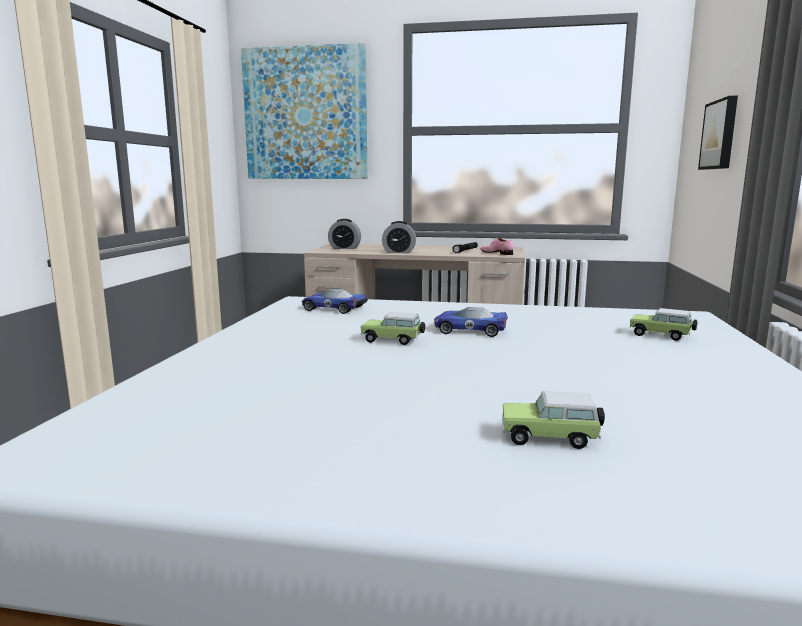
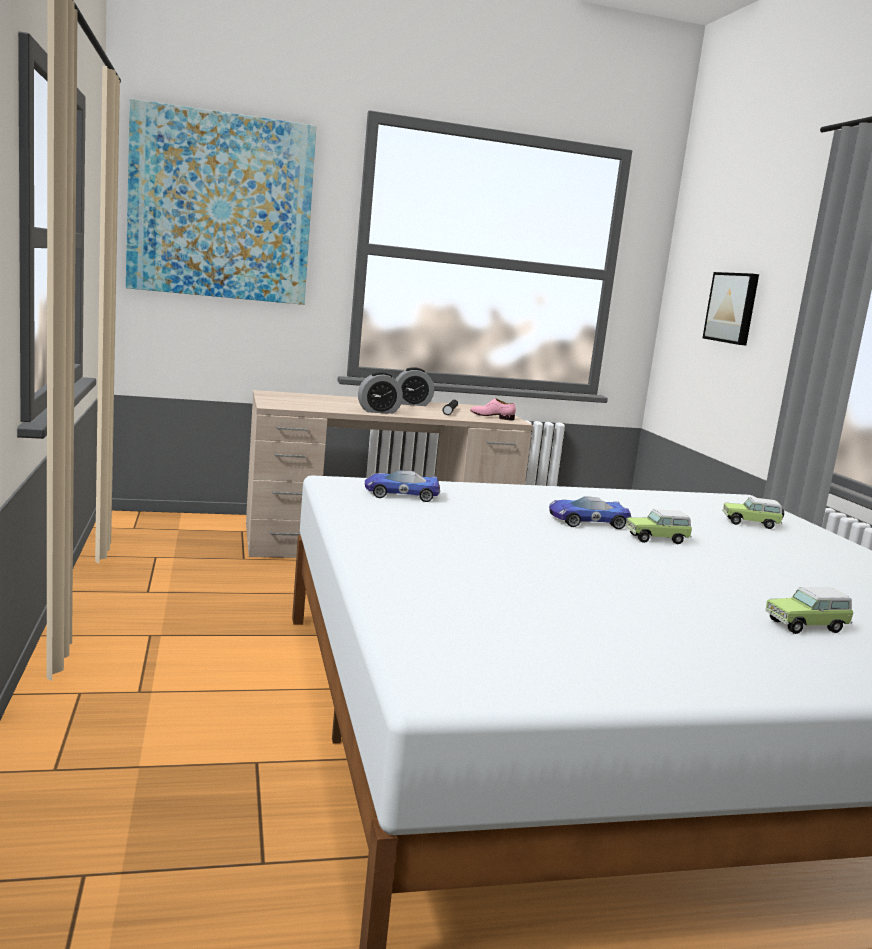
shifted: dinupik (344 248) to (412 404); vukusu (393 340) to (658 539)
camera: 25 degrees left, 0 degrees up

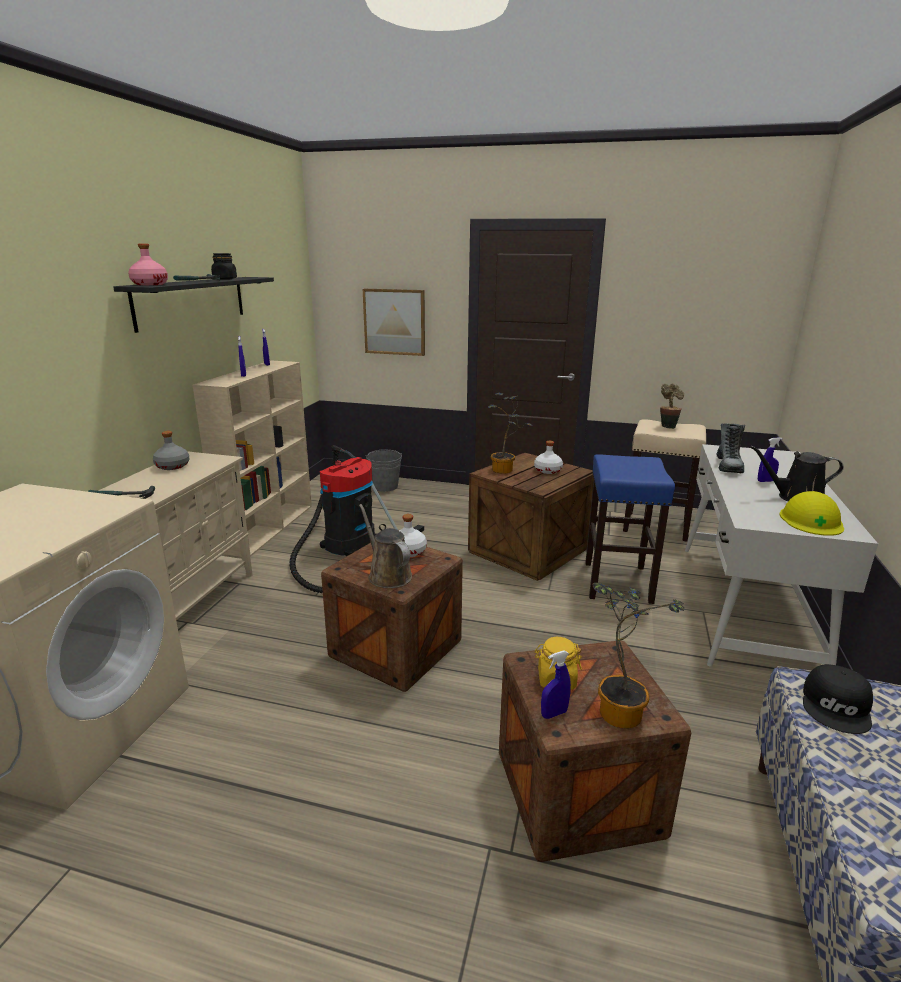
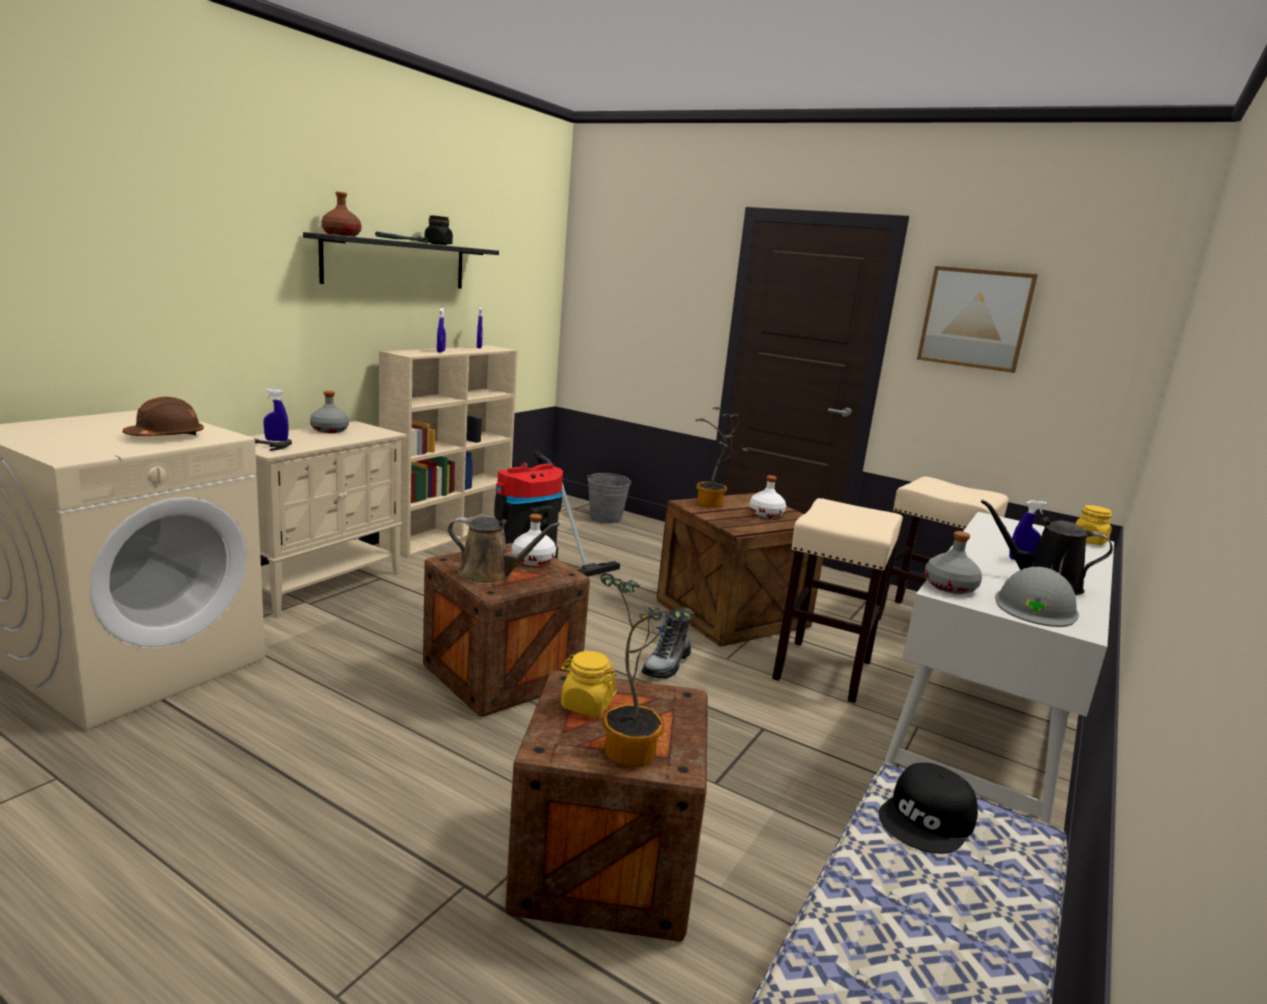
gone: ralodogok (667 426)
new: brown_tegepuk (166 436); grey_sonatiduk (950 587); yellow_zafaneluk (1089 541)
shifted: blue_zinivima (554 714) to (276 440); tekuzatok (728 466) to (666 665); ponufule (394 322) to (975 318)
repainted: pink_sonatiduk (149 284) to brown_sonatiduk (341 235); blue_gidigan (617 581) to beige_gidigan (823 669); yellow_tegepuk (811 520) to grey_tegepuk (1036 607)
rotated: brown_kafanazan (387 575) = (490 575) 120 degrees clockwise
camera: 15 degrees right, 5 degrees down

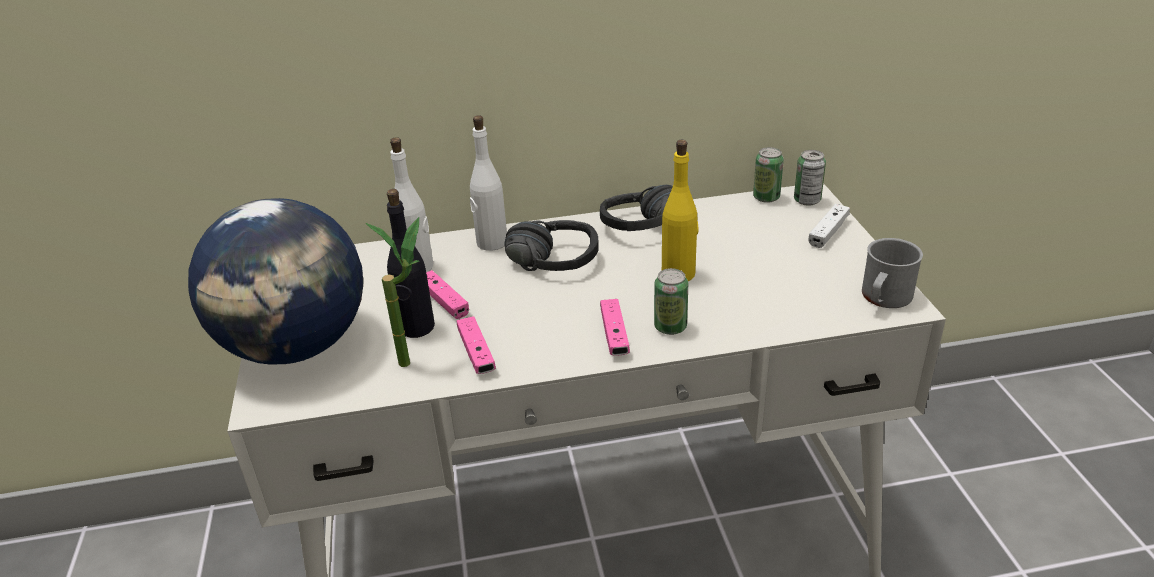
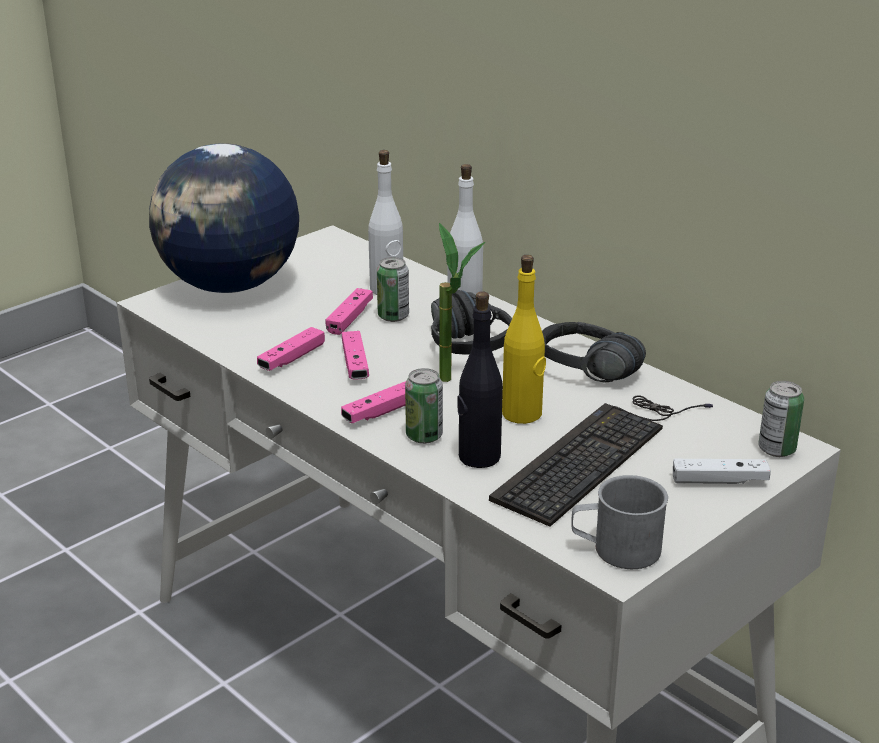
new: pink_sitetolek (355 364); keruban (597 453)
shifted: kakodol (766 197) to (393 316); ralodogok (417 360) to (455 382); black_sonatiduk (416 328) to (478 457)
camera: 55 degrees right, 5 degrees down

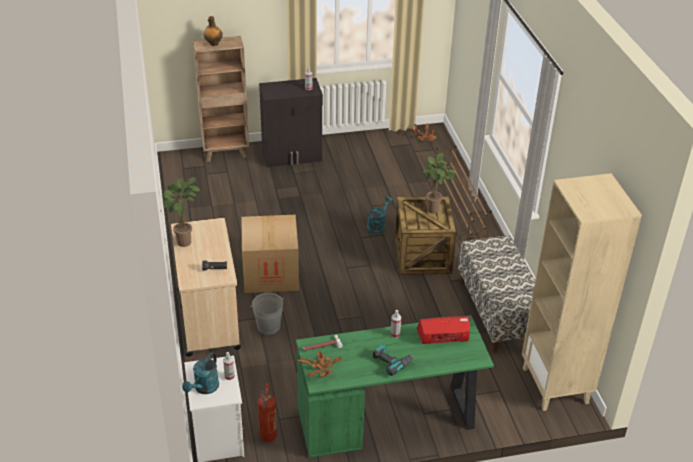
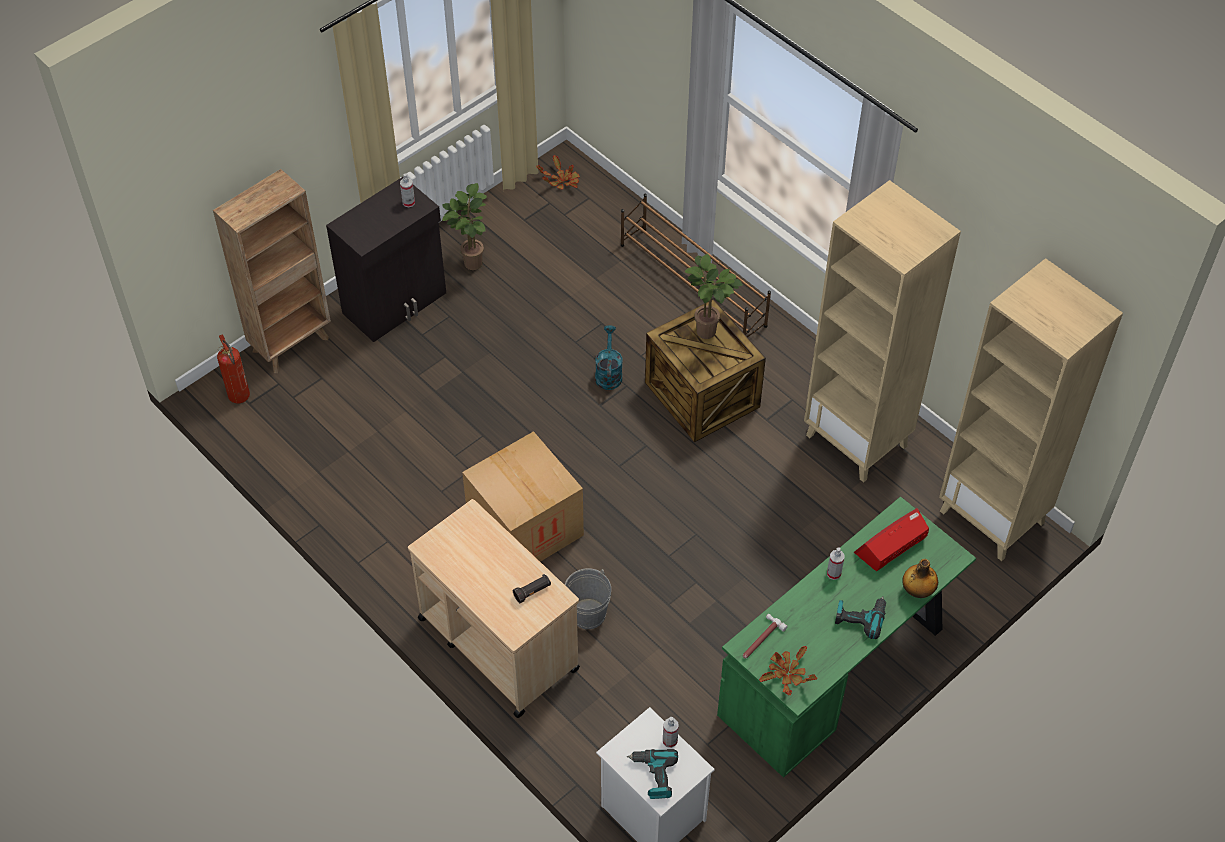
shifted: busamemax (267 439) to (241 399); ralodogok (184 240) to (471 261); sonatiduk (213 44) to (917 591)
swapped: turquoise_kafanazan (204 388) to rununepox (654 776); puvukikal (498 312) to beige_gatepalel (857 441)
camera: 30 degrees left, 15 degrees up

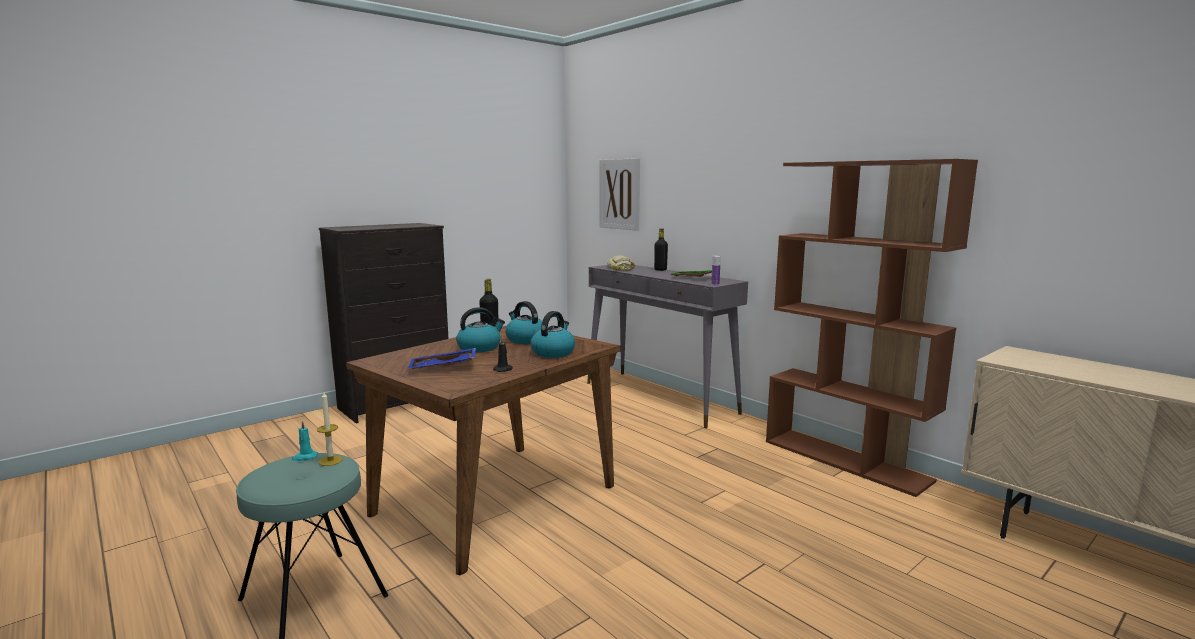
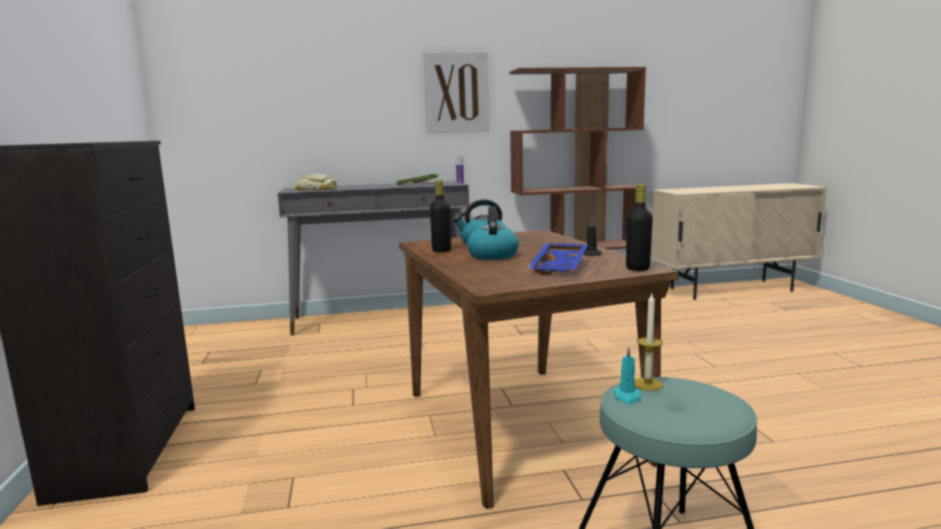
gone: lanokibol (553 352)
shifted: ponufule (619 194) to (457 93); black_sonatiduk (660 270) to (637 268)
camera: 60 degrees left, 0 degrees up

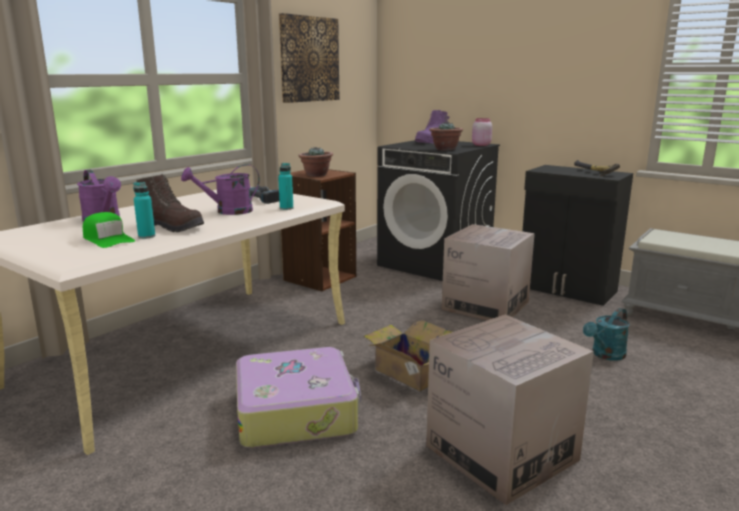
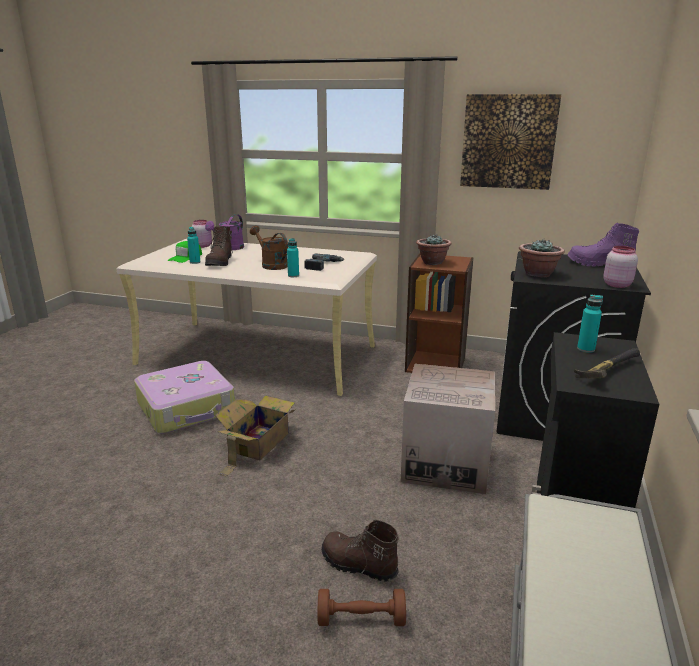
gone: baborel (501 453)
new: pink_zafaneluk (203 246); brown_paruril (361 619); turquoise_sonatiduk (586 349)
swapped: turquoise_kafanazan (605 355) to brown_tekuzatok (358 565)
repainted: purple_kafanazan (227 211) to brown_kafanazan (271 265)
camera: 70 degrees right, 5 degrees up

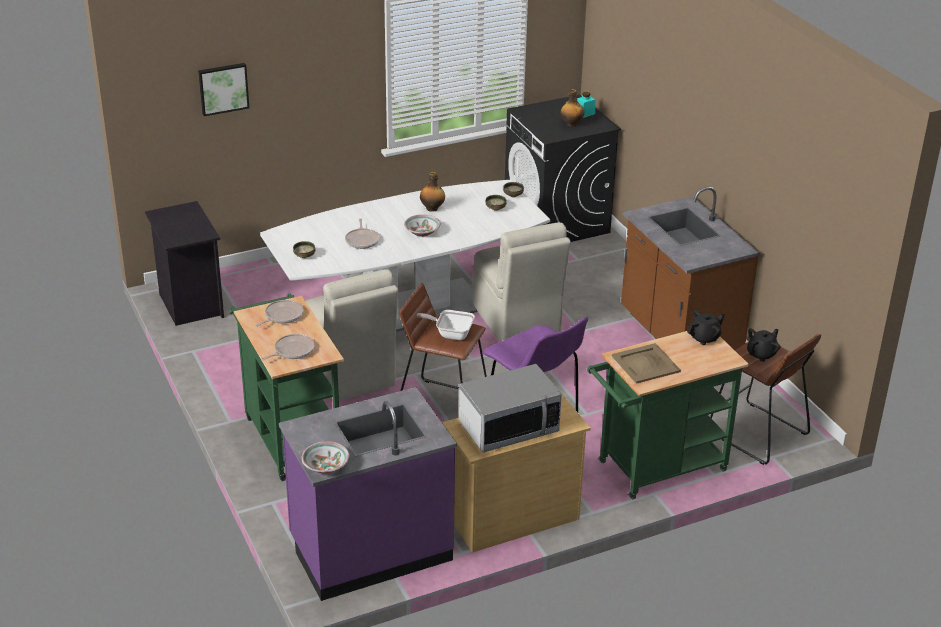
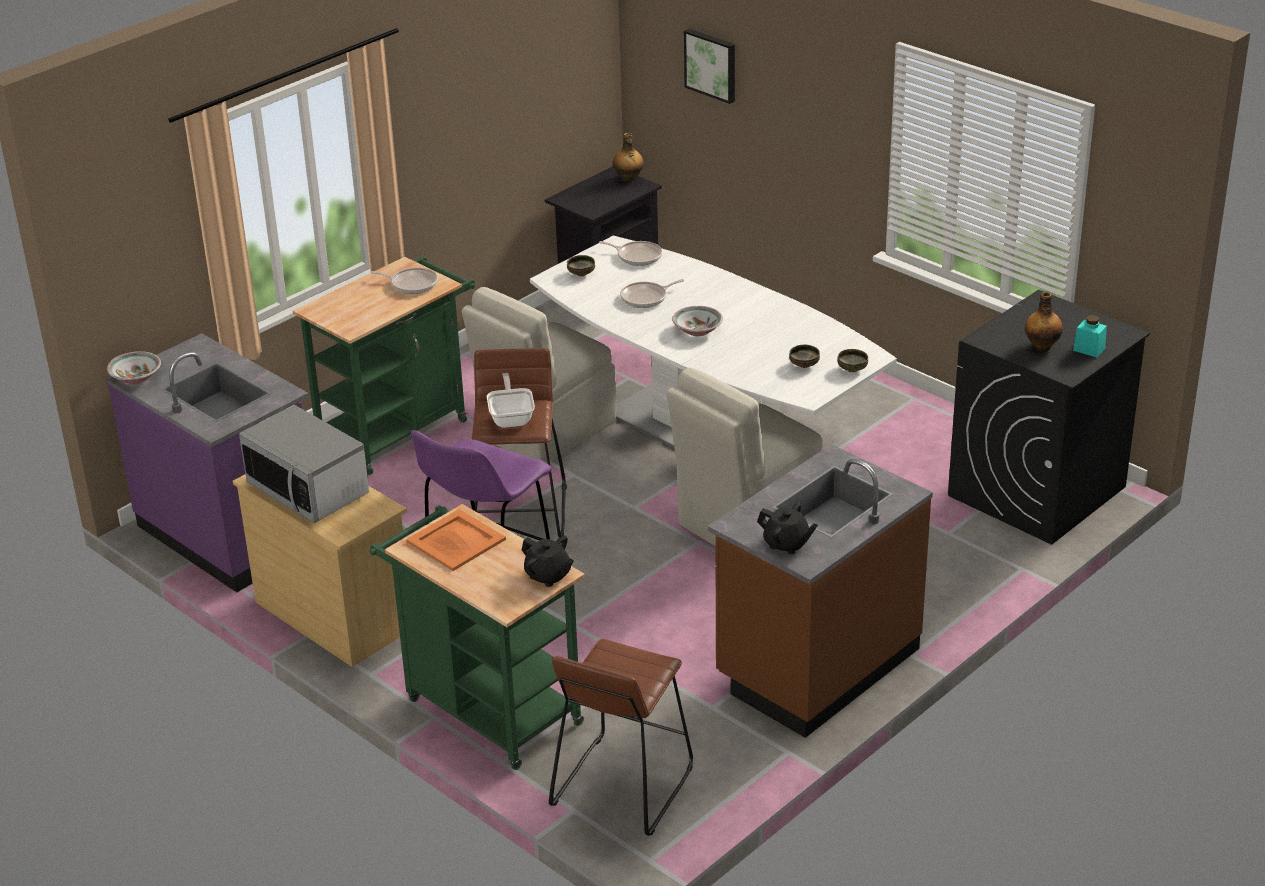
shifted: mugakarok (292 351) to (637 256); sonatiduk (432 208) to (628 179); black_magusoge (761 354) to (786 544)
repainted: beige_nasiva (646 363) to orange_nasiva (457 540)
camera: 70 degrees right, 0 degrees up

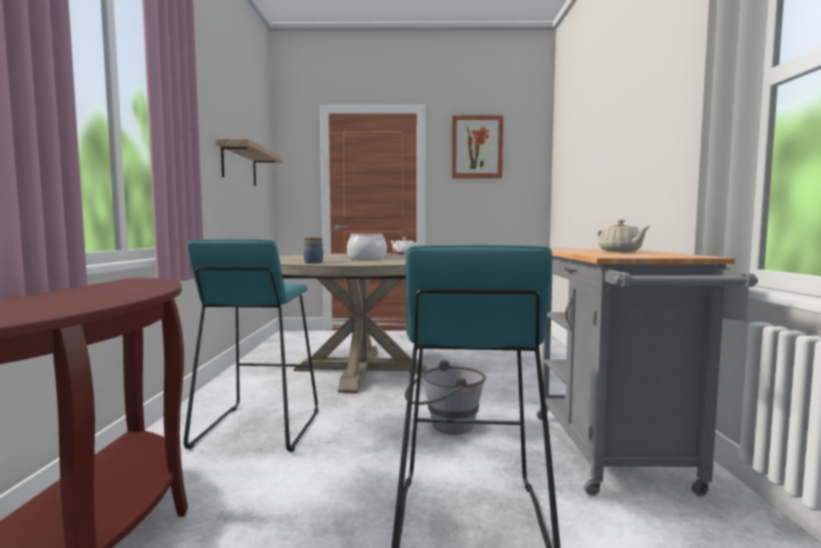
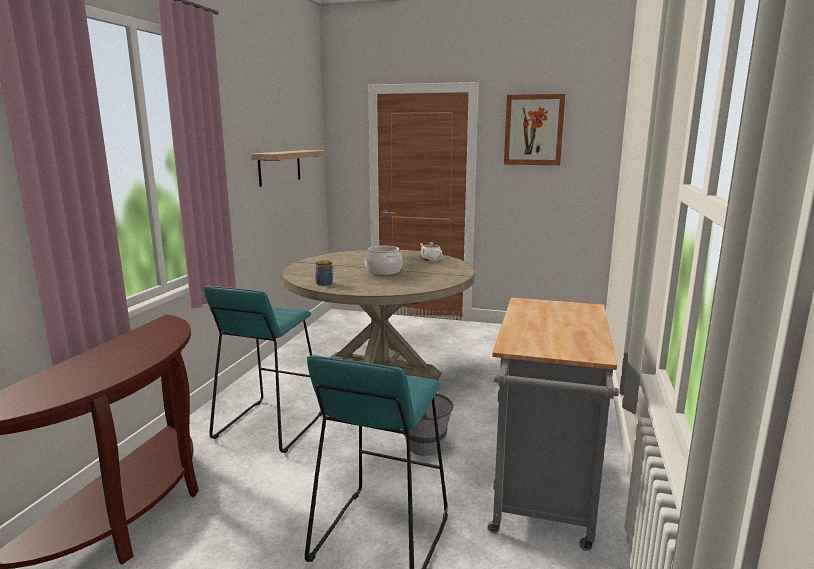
gone: beige_magusoge (620 251)
camera: 15 degrees right, 10 degrees up

